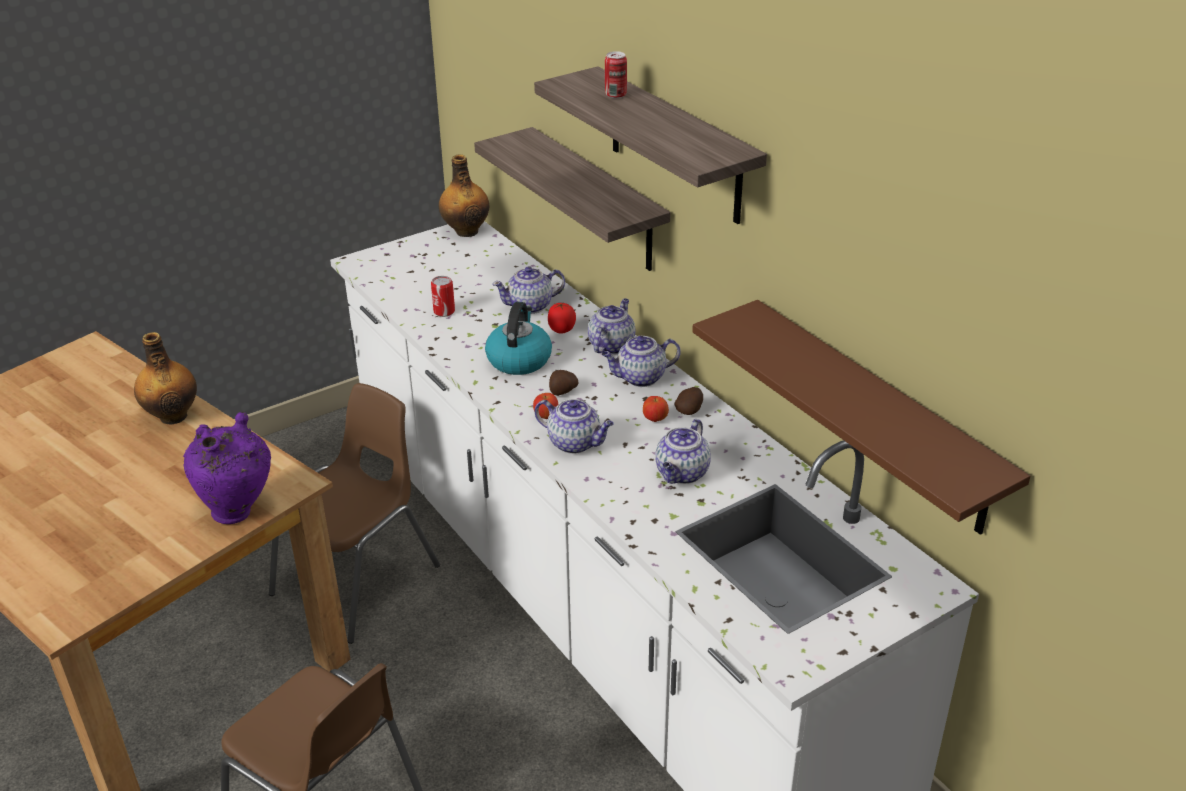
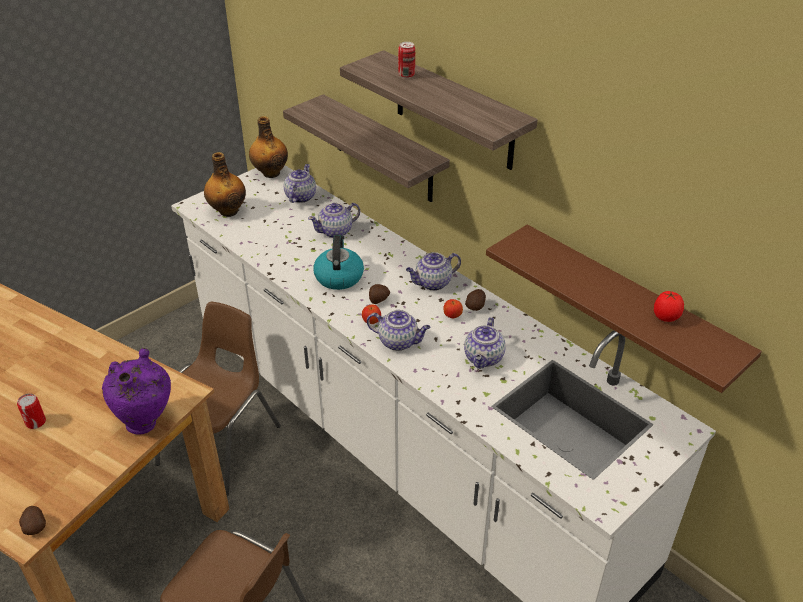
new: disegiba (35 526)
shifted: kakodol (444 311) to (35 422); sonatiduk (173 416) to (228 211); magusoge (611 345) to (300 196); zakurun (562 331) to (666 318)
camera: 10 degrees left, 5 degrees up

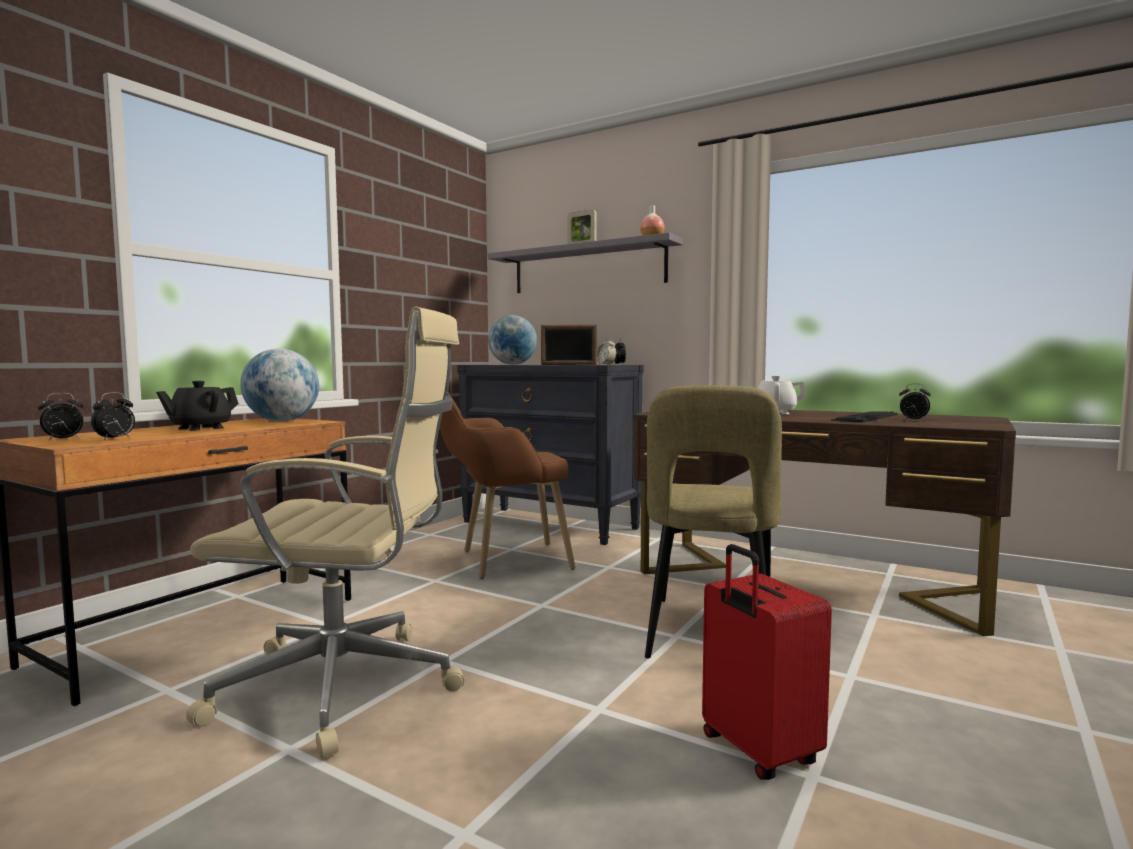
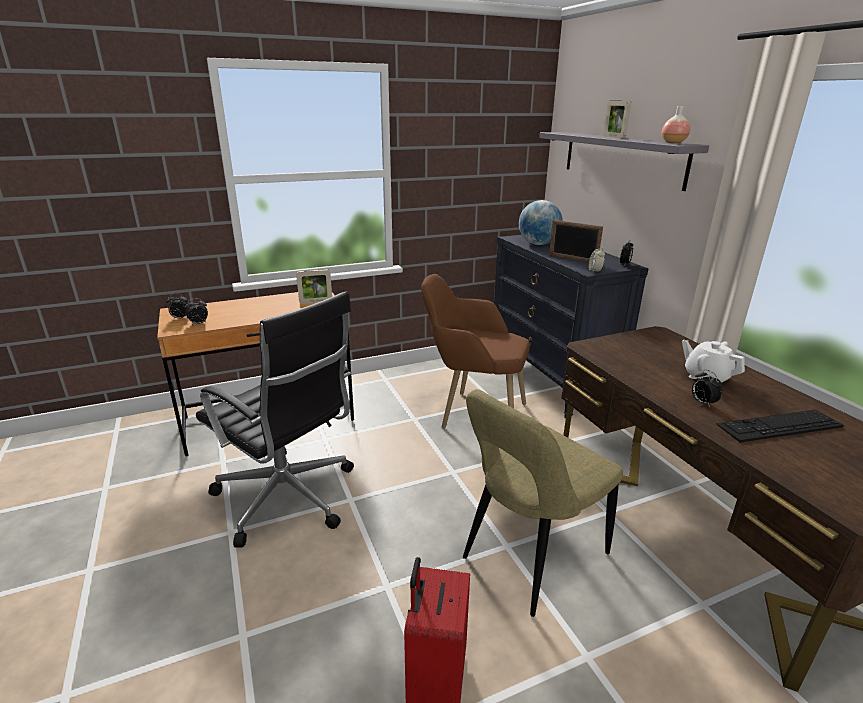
gone: black_magusoge (200 428)
shifted: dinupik (913 420) to (702 403)
swapped: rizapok (282 421) to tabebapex (315 302)
repainted: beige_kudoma (346 687) to black_kudoma (288 498)
camera: 35 degrees right, 20 degrees up

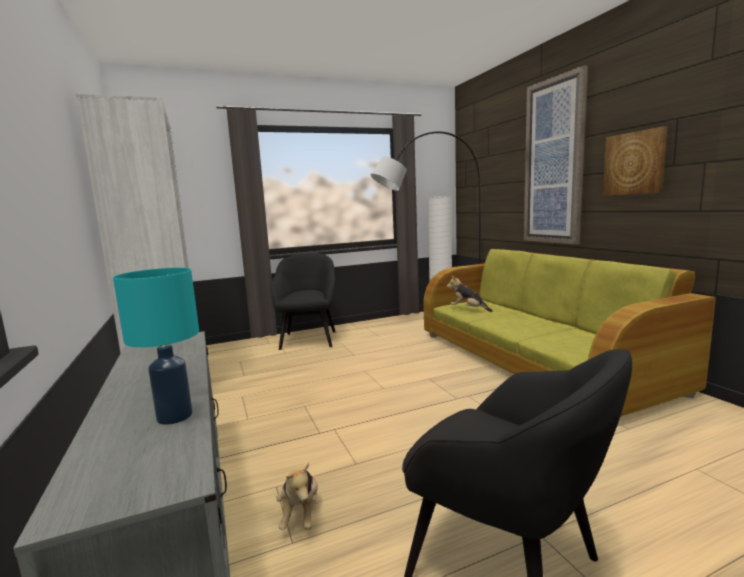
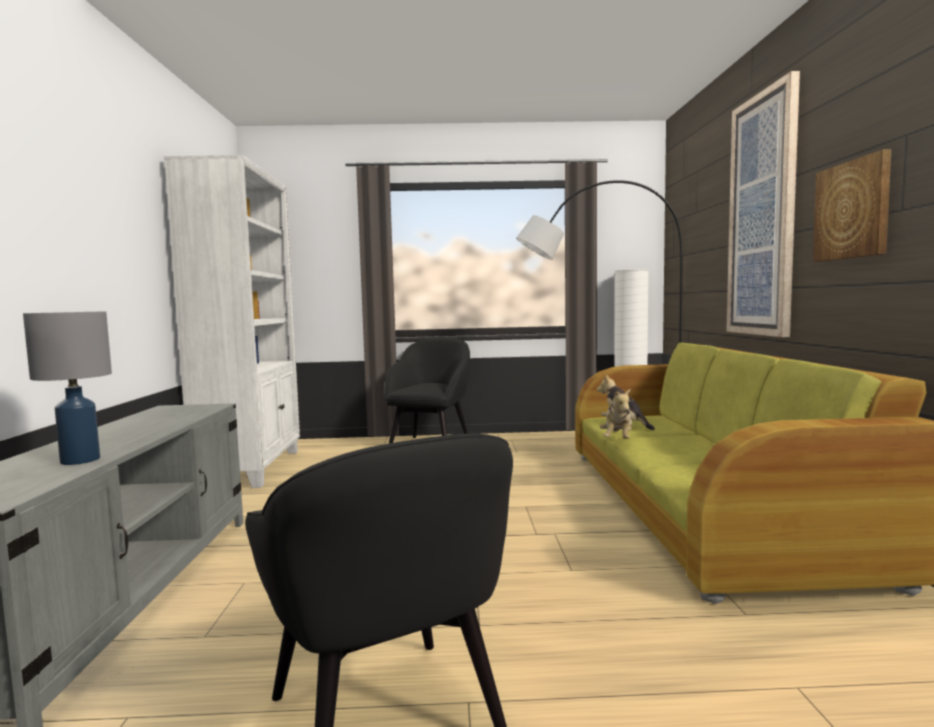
shifted: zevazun (300 514) to (618 440)
repainted: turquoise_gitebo (174 416) to grey_gitebo (80 460)
camera: 20 degrees right, 5 degrees down

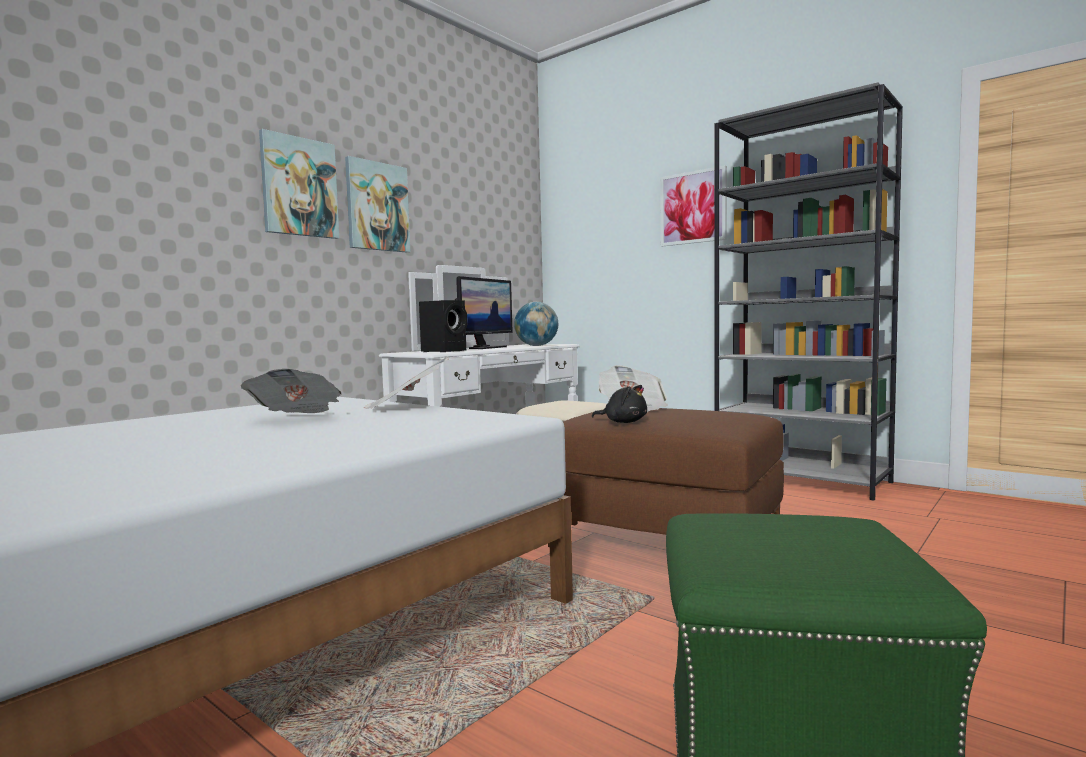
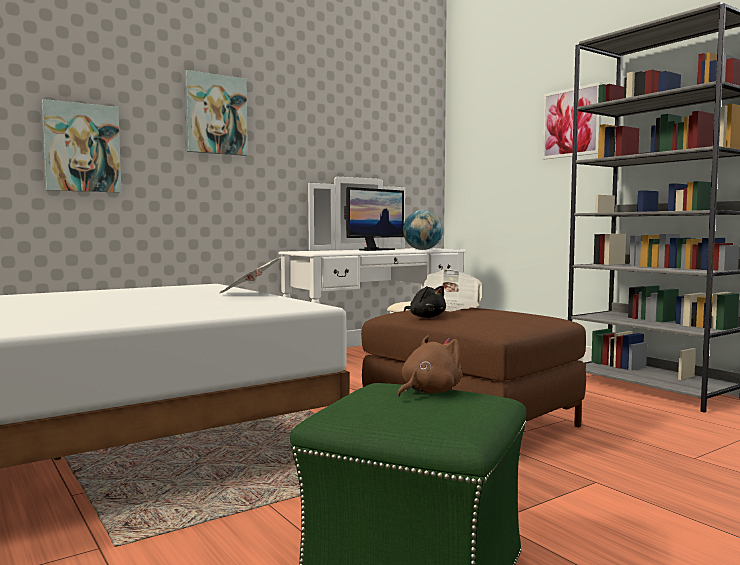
gone: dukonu (297 419); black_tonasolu (445 351)
new: brown_zevazun (428 392)
shifted: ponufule (377 206) to (82 148)
camera: 15 degrees right, 0 degrees up

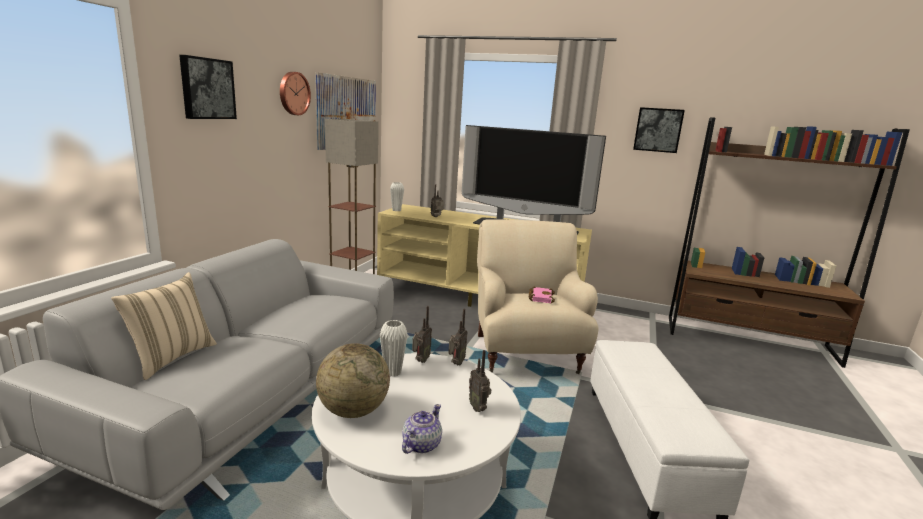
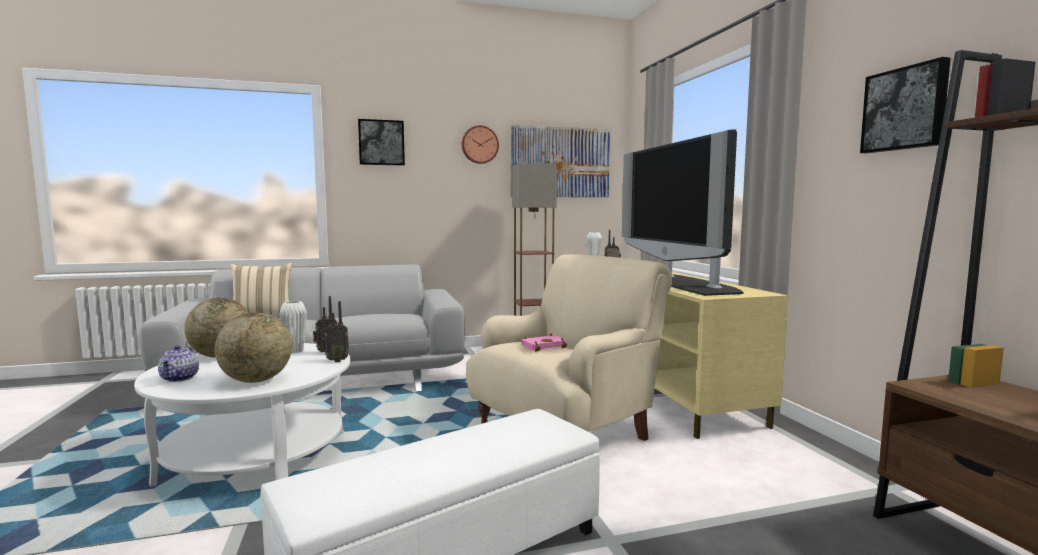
swapped: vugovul (478 408) to rizapok (256 380)
rotated: magusoge (420 445) = (180 378) 90 degrees clockwise
camera: 55 degrees right, 10 degrees down

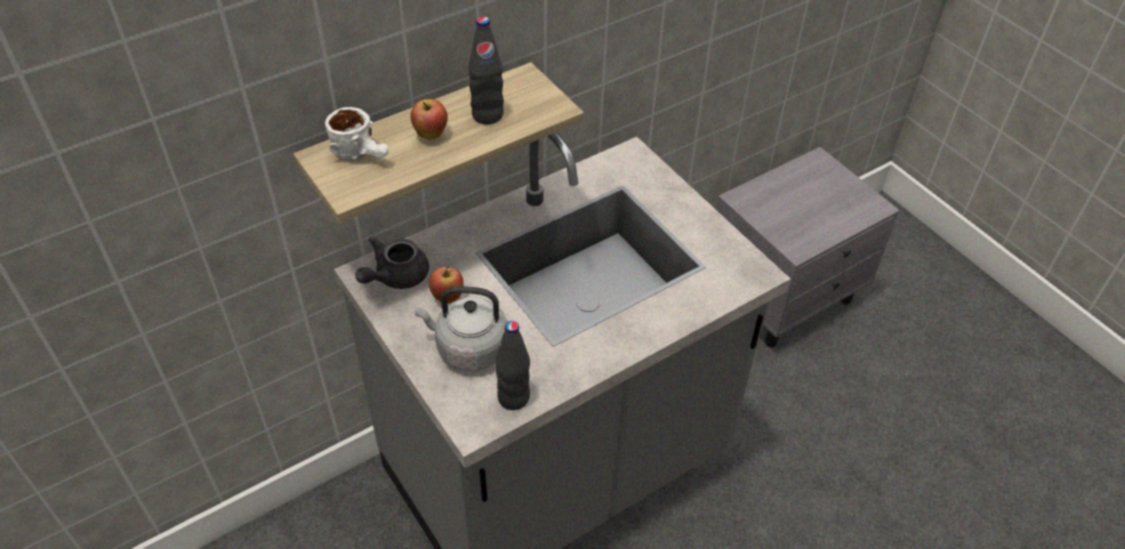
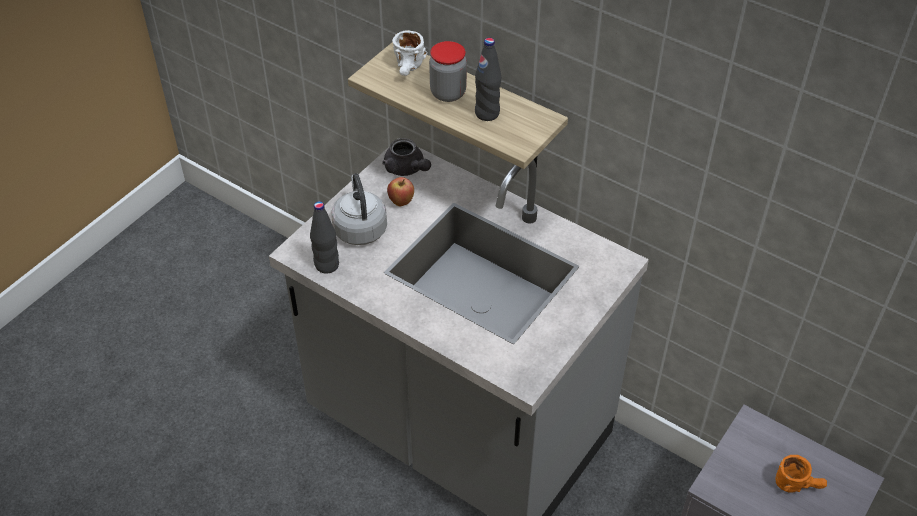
new: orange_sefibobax (798 484)
swapped: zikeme (430 135) to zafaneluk (448 93)
rotated: grey_magusoge (395 276) = (407 169) 150 degrees counterclockwise
camera: 70 degrees right, 0 degrees up

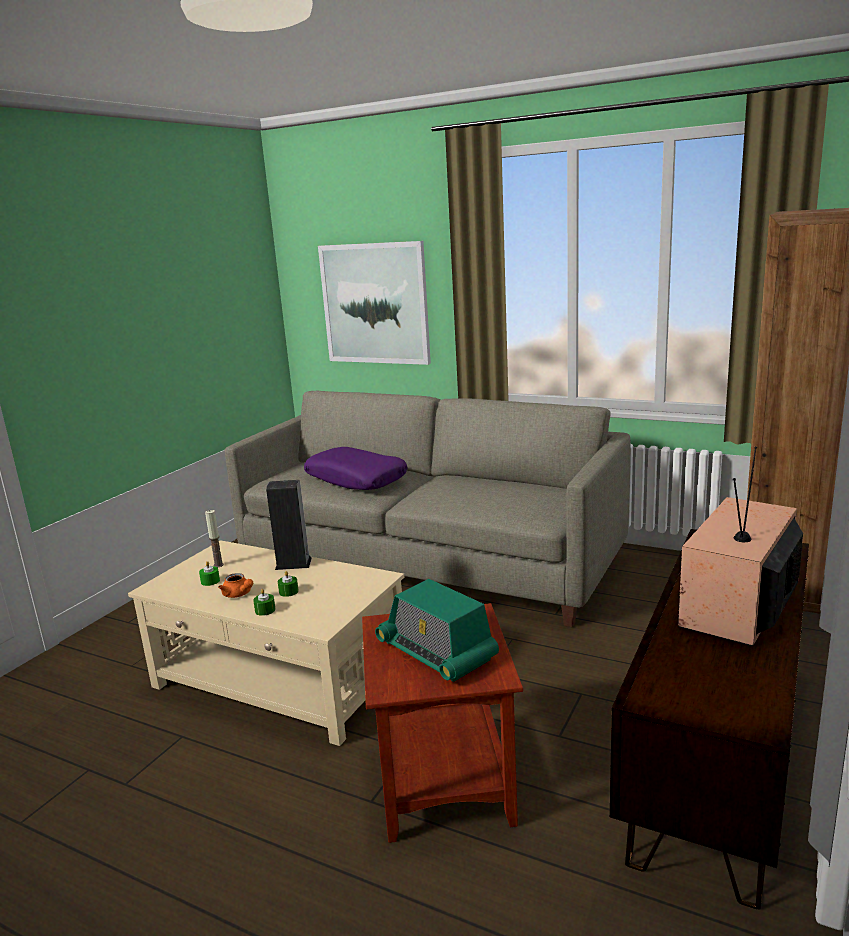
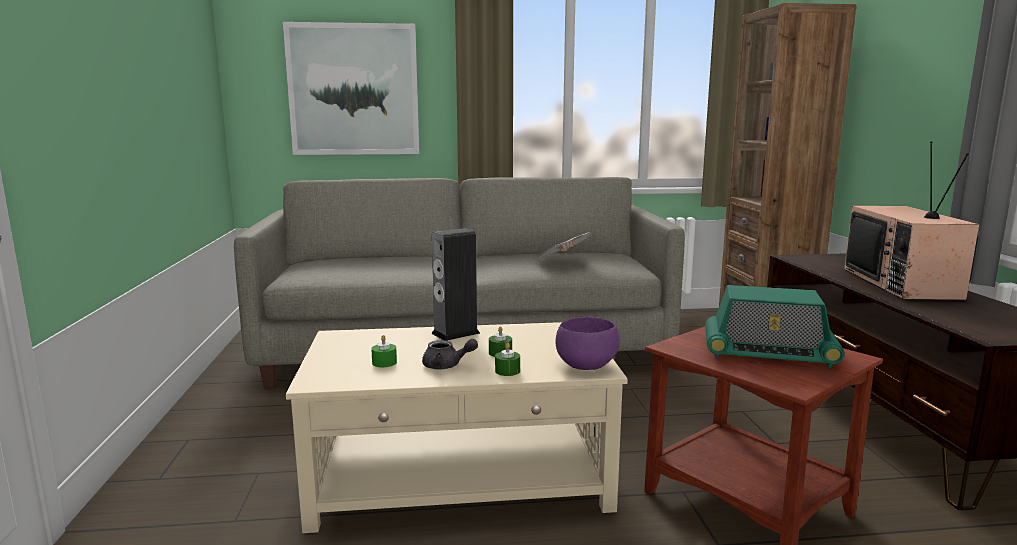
gone: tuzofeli (218 565); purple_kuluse (356 479)
new: dukonu (561 262); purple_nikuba (585 366)
repainted: orange_magusoge (238 594) to grey_magusoge (446 366)
camera: 35 degrees left, 5 degrees down

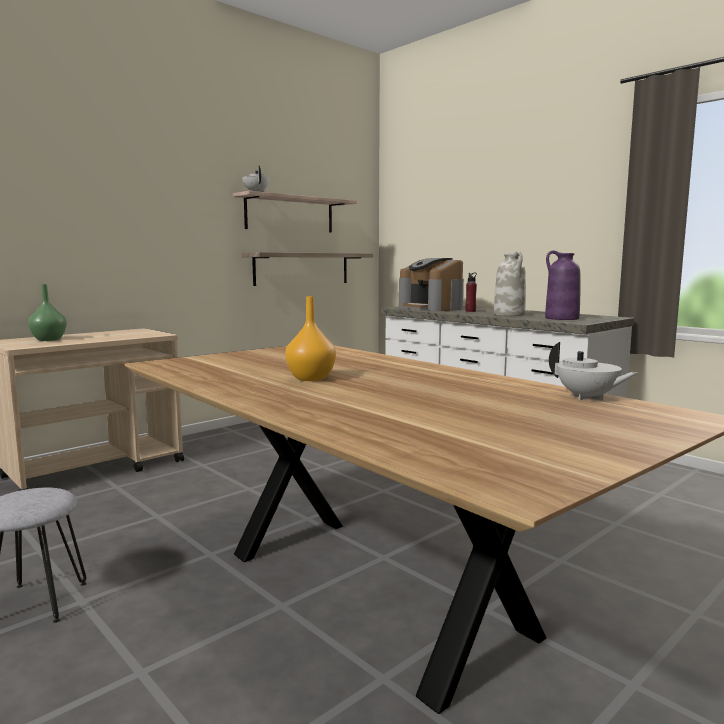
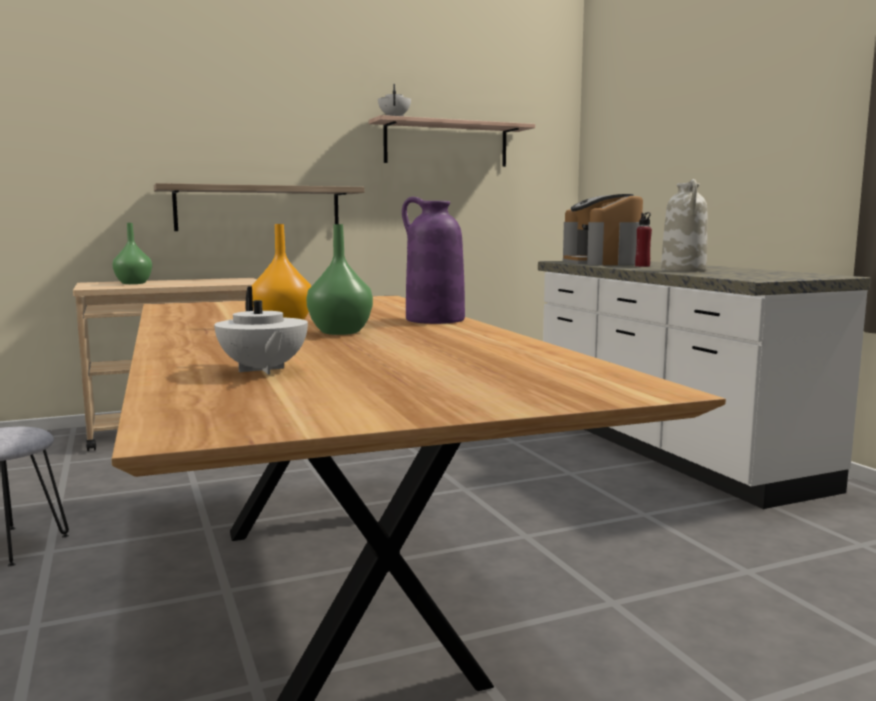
new: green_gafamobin (342 332)
shifted: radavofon (302 268) to (258 208); white_magusoge (587 398) to (262 370); purple_gafamobin (561 318) to (434 320)
camera: 20 degrees right, 0 degrees up

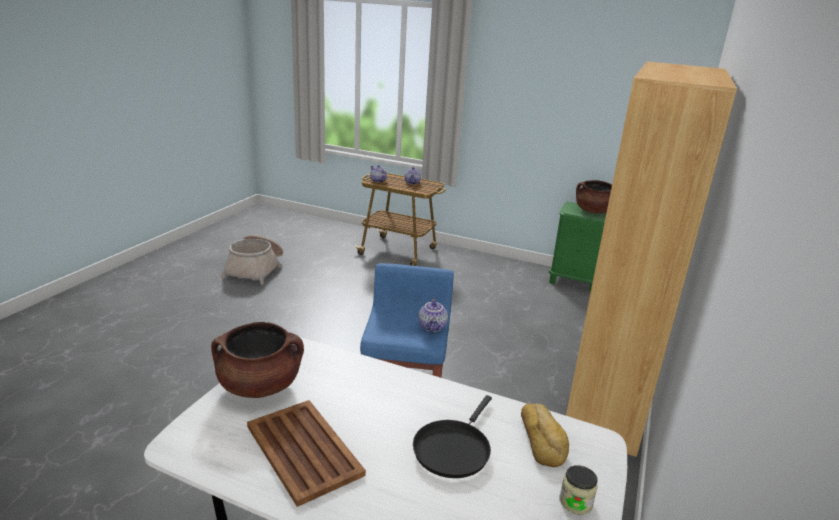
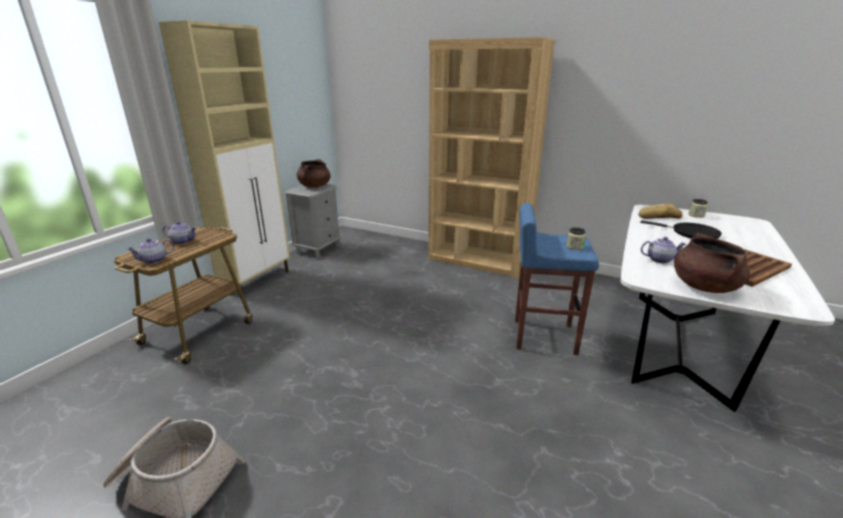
new: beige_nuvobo (257 281); zafaneluk (574 246)
shifted: magusoge (433 327) to (659 259)
repainted: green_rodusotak (574 281) to grey_rodusotak (318 249)
camera: 85 degrees left, 0 degrees up

